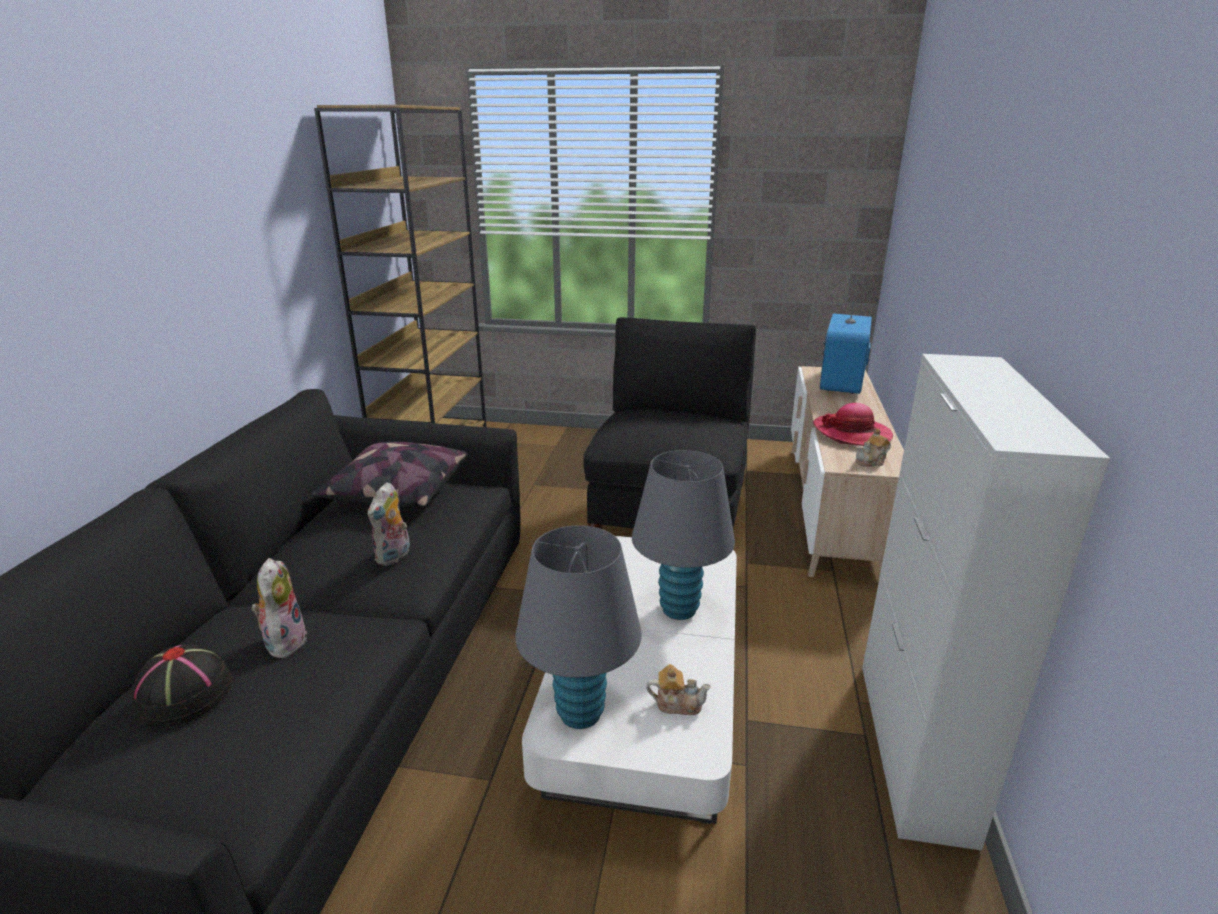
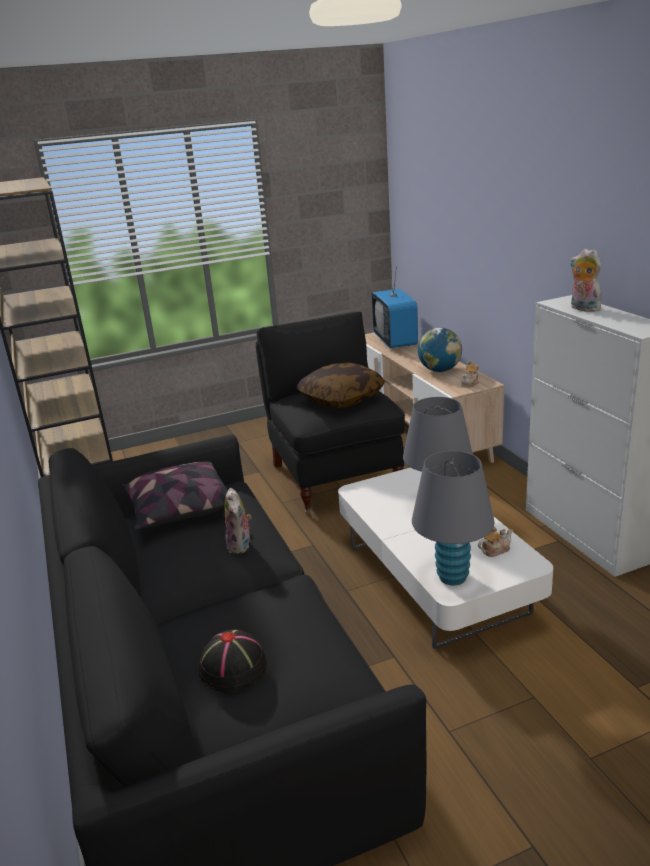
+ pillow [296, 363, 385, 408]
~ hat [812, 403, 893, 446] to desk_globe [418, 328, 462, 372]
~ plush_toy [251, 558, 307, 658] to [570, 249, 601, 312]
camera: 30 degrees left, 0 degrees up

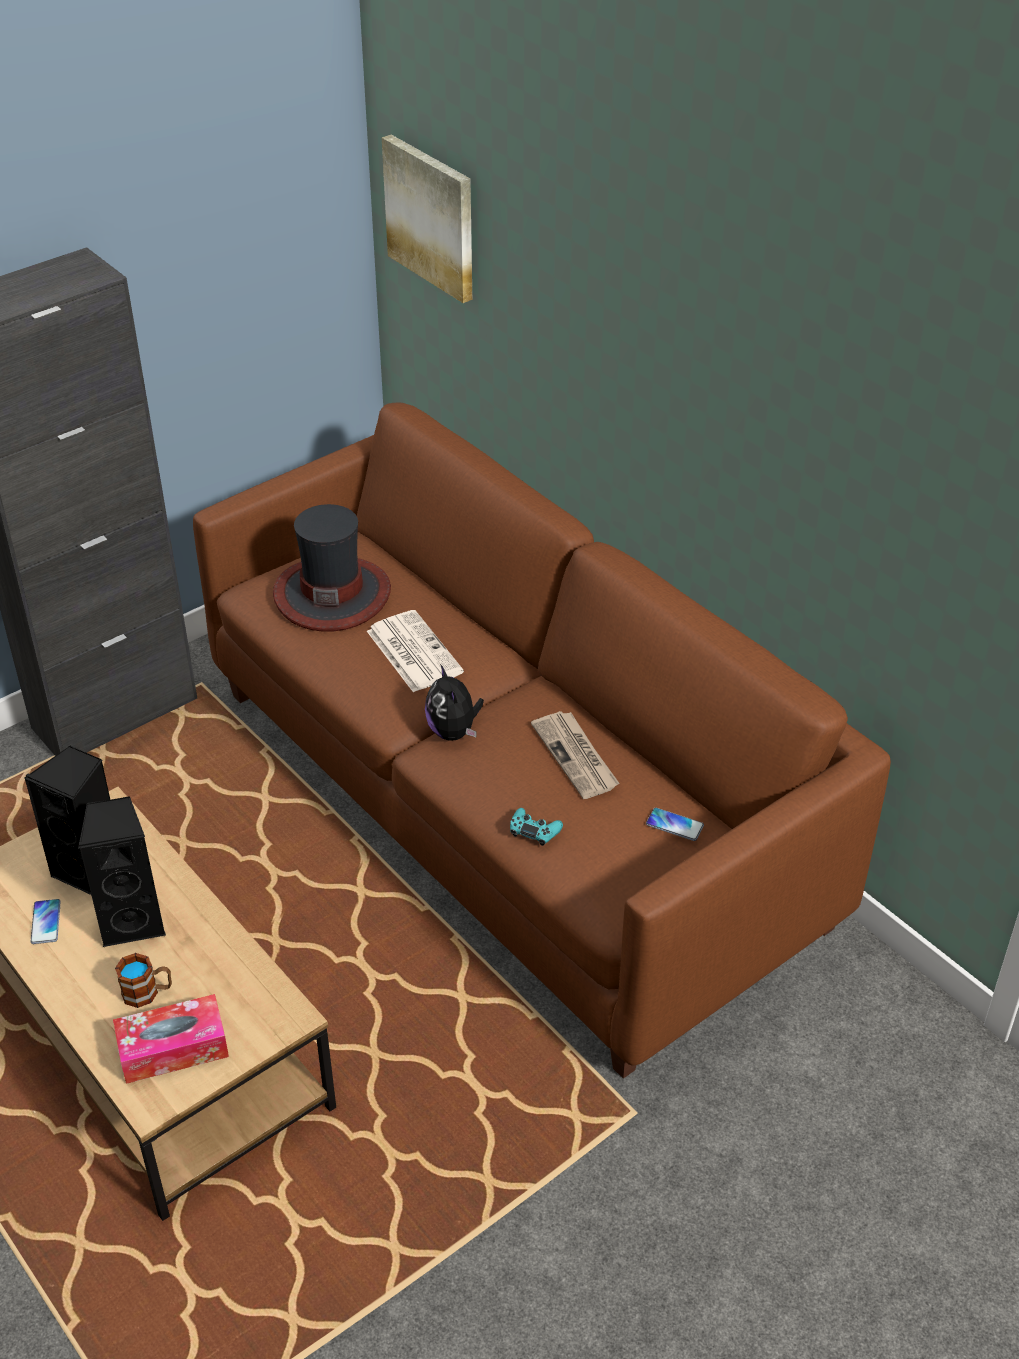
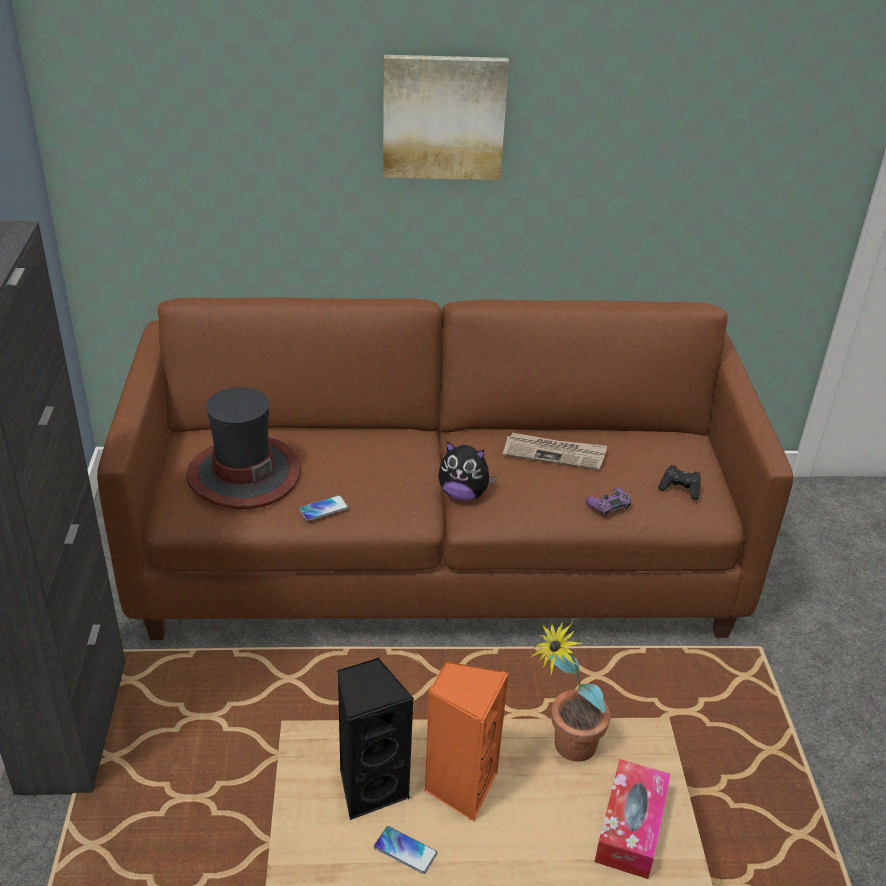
~ telephone [646, 808, 704, 841] to [299, 495, 349, 521]
~ picture [382, 135, 472, 303] to [383, 55, 509, 180]
~ black_loudspeaker [78, 796, 166, 947] to orange_loudspeaker [424, 660, 509, 821]
+ potted_plant [531, 620, 610, 762]
~ turquoise_game_controller [510, 808, 563, 846] to purplish_game_controller [585, 487, 631, 517]
+ black_game_controller [658, 465, 701, 500]
- tea_mug [115, 953, 172, 1008]
- daily_paper [367, 610, 464, 693]
camera: 55 degrees left, 5 degrees down

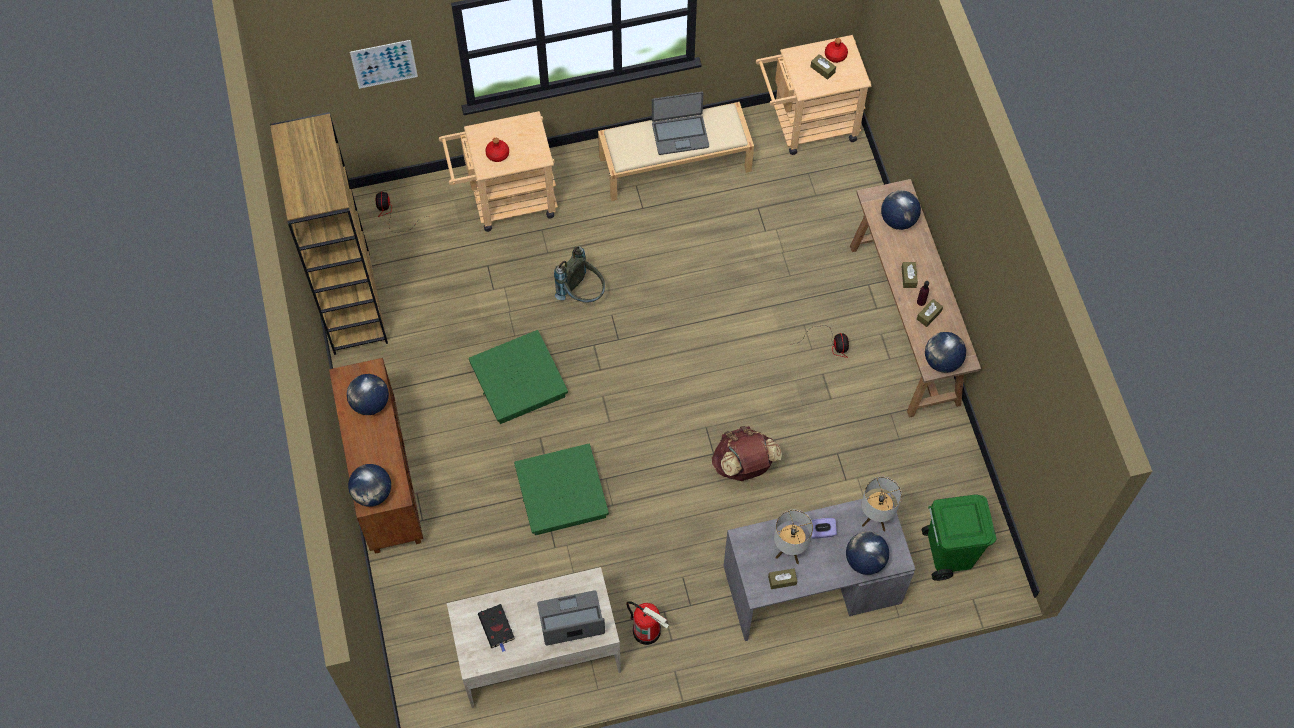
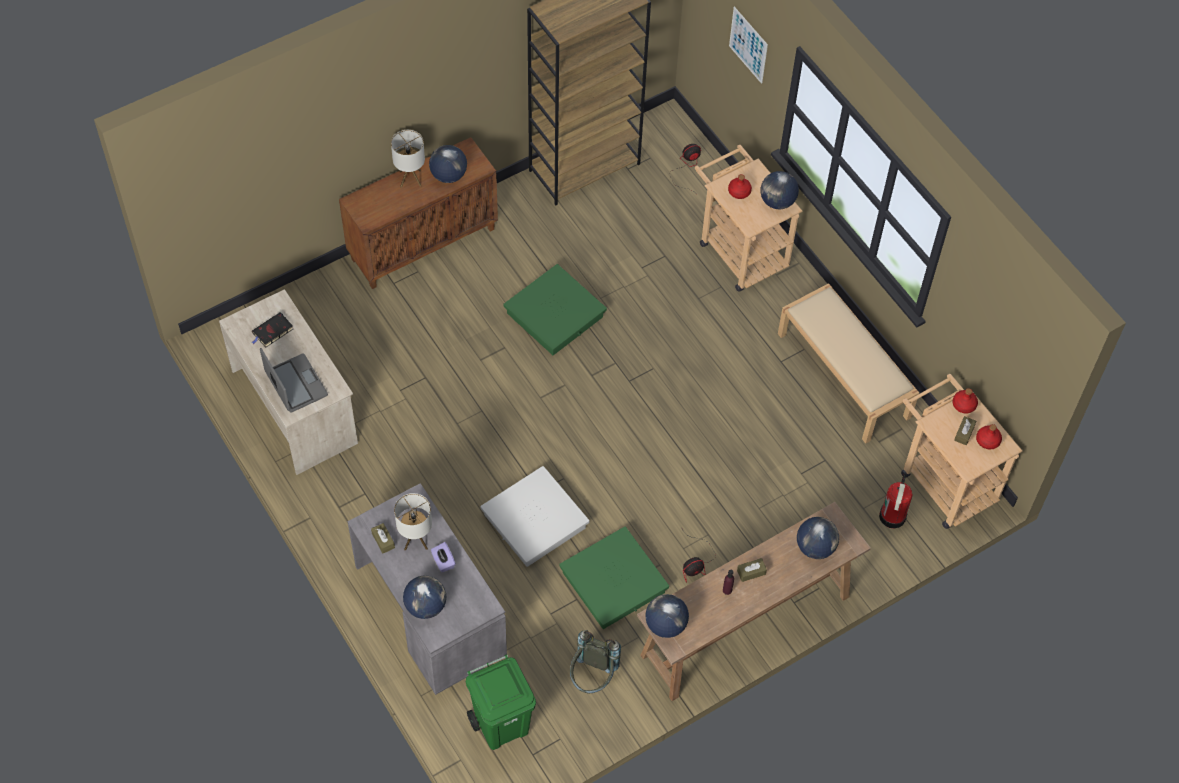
~ tabletop_lamp [862, 477, 902, 531] to [391, 130, 425, 188]
~ brown-coloured_rucksack [712, 426, 782, 481] to whitish_storage_bin [480, 466, 589, 567]
~ green_storage_bin [514, 444, 609, 535] to [559, 526, 669, 629]
~ gray_rucksack [554, 246, 605, 302] to [570, 630, 621, 693]
~ desk_globe [348, 464, 391, 507] to [761, 171, 799, 209]
~ extinguisher [626, 601, 669, 645] to [879, 474, 913, 528]
+ red-coloured_drink_bottle [953, 388, 978, 413]
- laptop [652, 92, 709, 155]
- brown-coloured_tissue_holder [917, 299, 943, 327]
camera: 70 degrees right, 5 degrees down

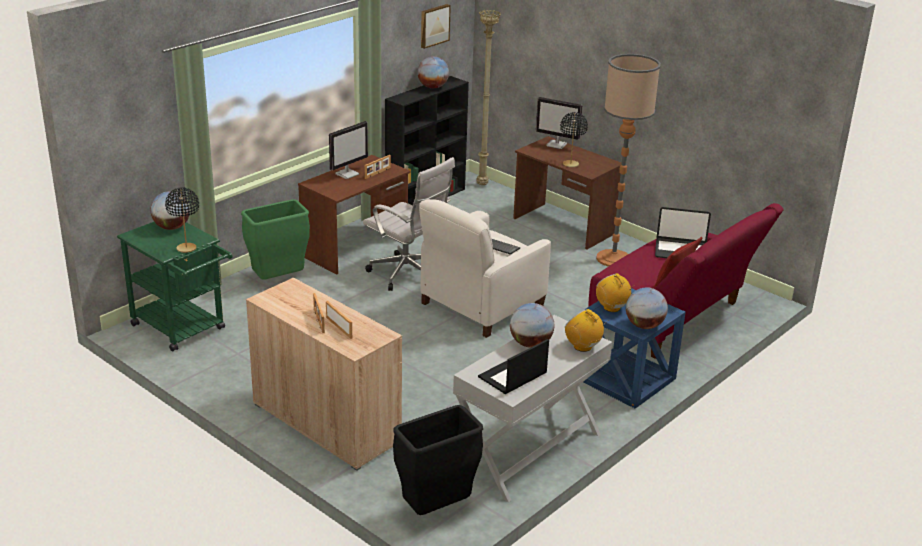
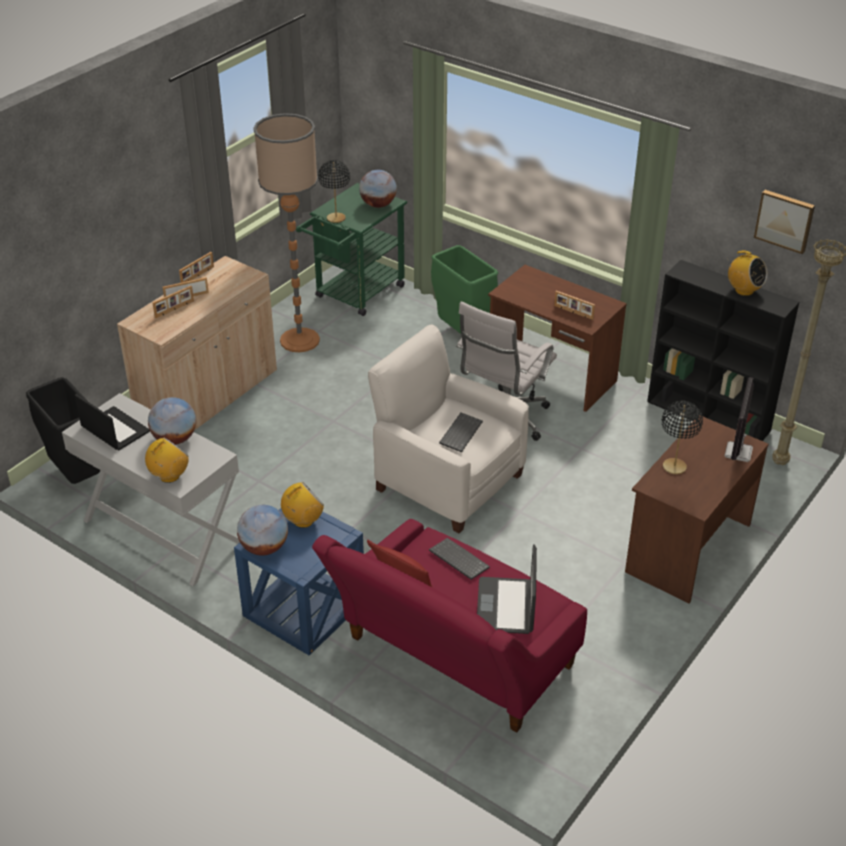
+ standing_frame [179, 252, 214, 283]
~ standing_lamp [596, 54, 661, 266] to [253, 113, 320, 352]
+ PC_keyboard [429, 538, 490, 580]
~ desk_globe [417, 56, 449, 88] to radio_receiver [727, 250, 767, 296]
- monitor [329, 121, 368, 179]
camera: 85 degrees right, 10 degrees up

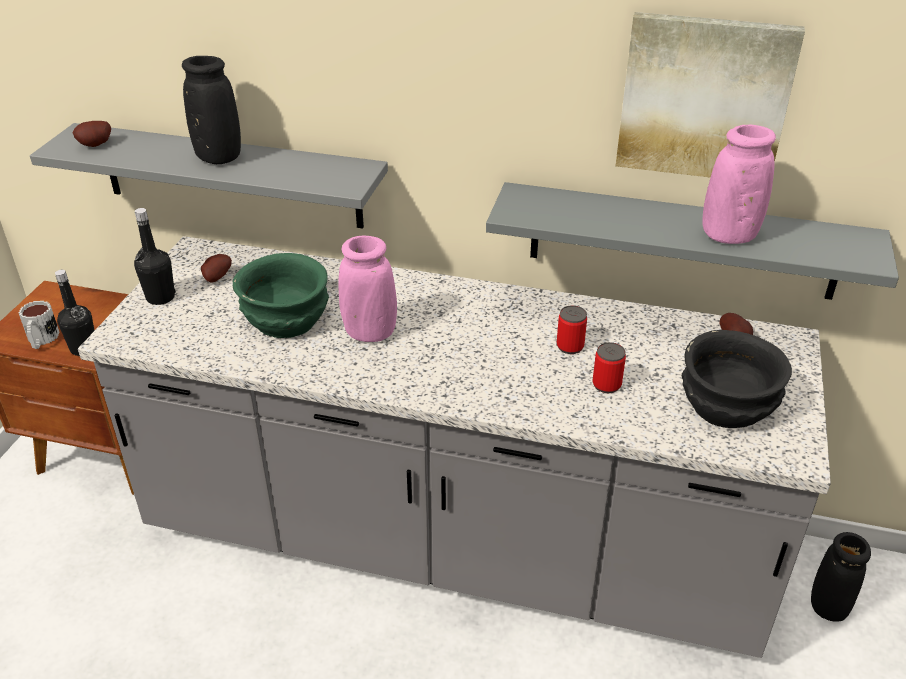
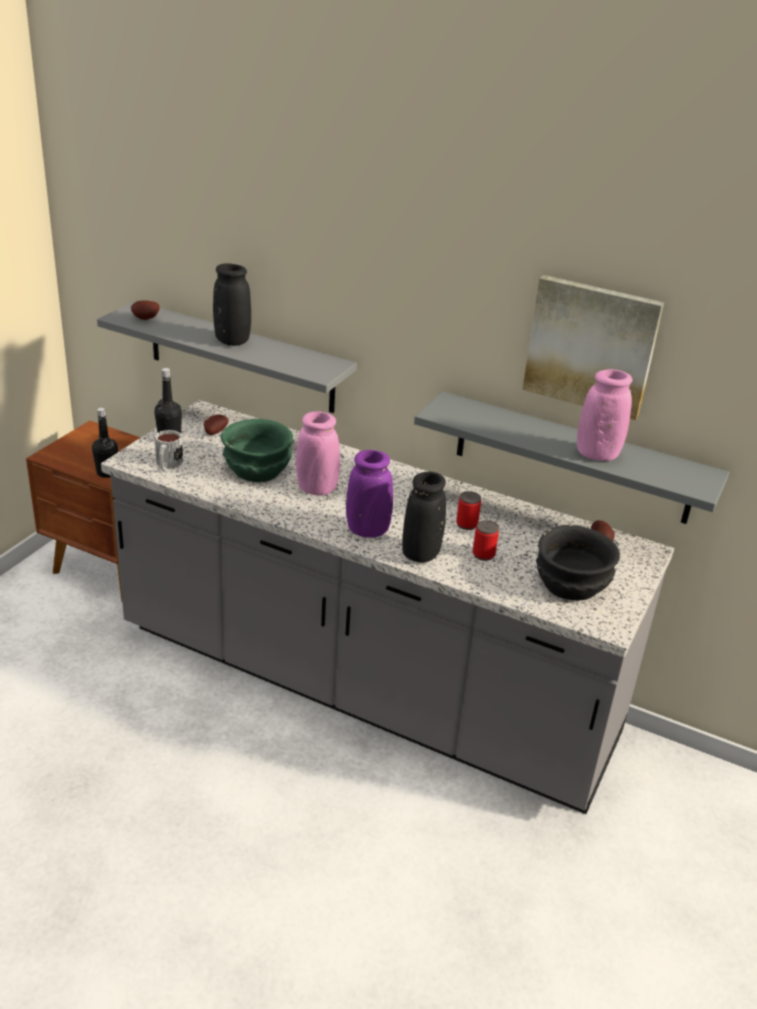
~ tea_mug [19, 301, 60, 349] to [155, 430, 183, 471]
+ purplish_decorative_vase [346, 450, 393, 537]
~ black_decorative_vase [811, 532, 871, 622] to [402, 472, 446, 563]
camera: 10 degrees right, 5 degrees down

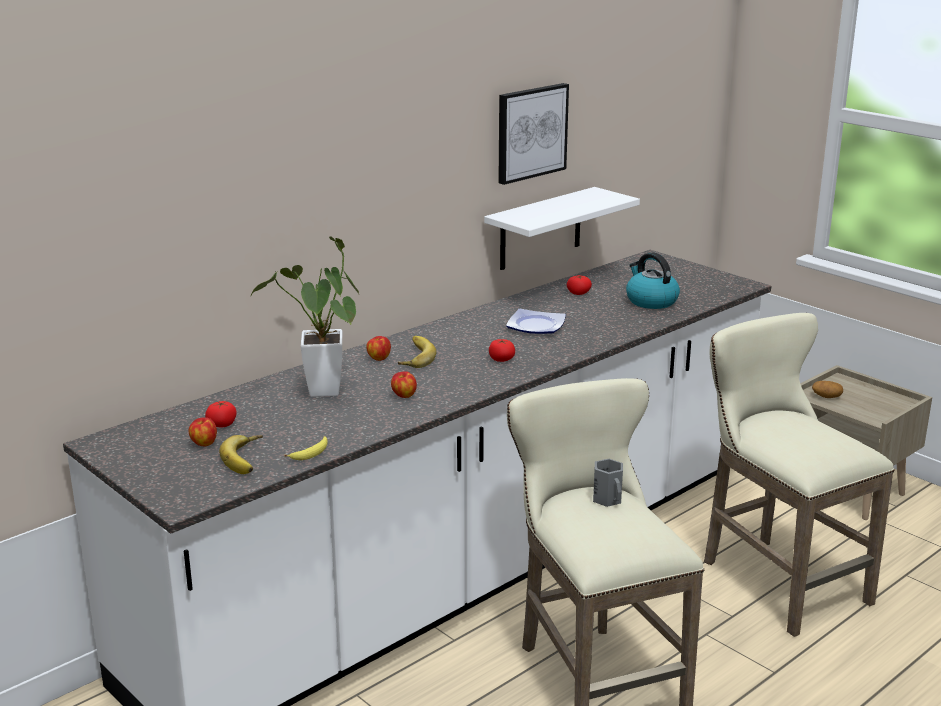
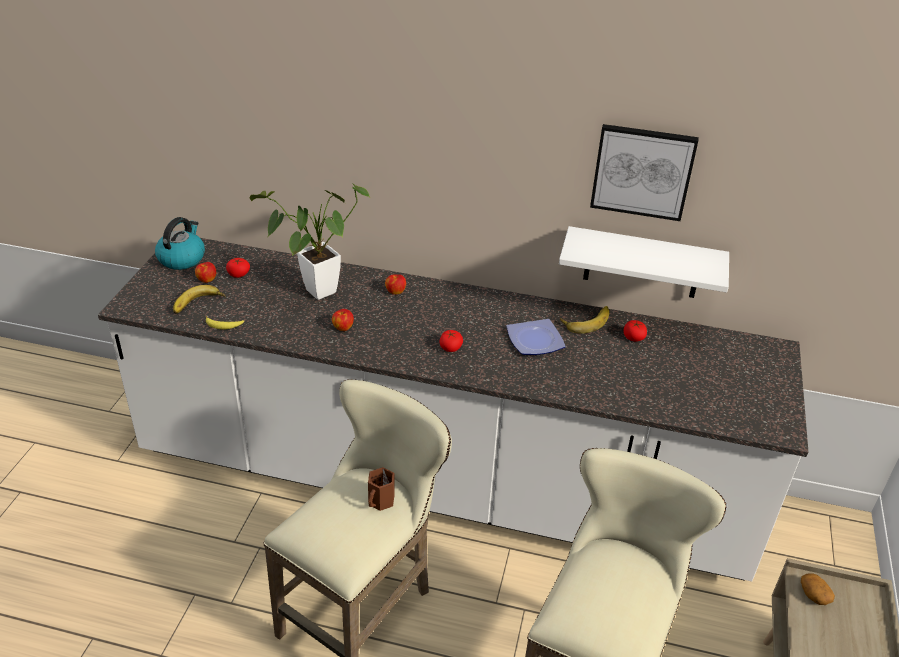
~ kettle [626, 252, 680, 309] to [155, 217, 205, 270]
~ gray_tea_mug [593, 459, 623, 507] to brown-coloured_tea_mug [368, 467, 395, 511]
~ banana_fruit [398, 336, 437, 368] to [560, 306, 609, 334]
camera: 55 degrees right, 15 degrees up

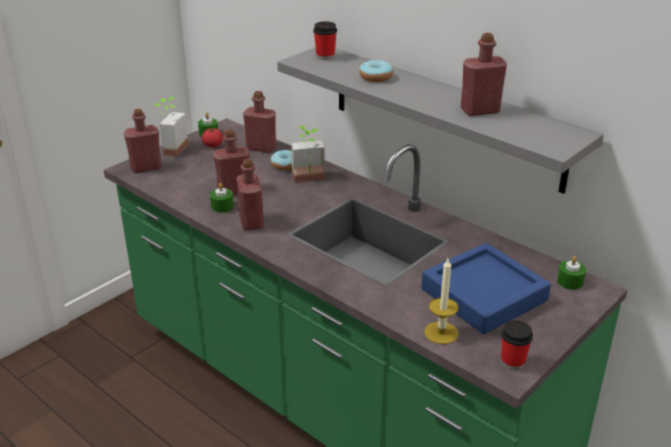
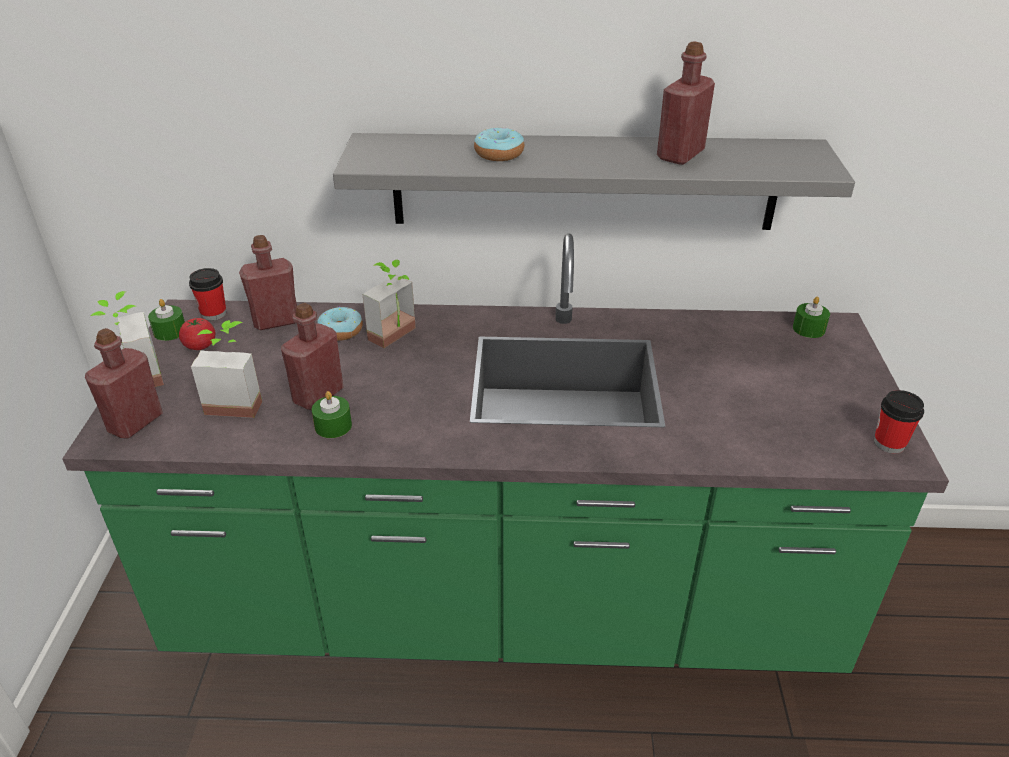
~ cup [313, 21, 337, 60] to [189, 268, 226, 321]
+ potted_plant [191, 320, 262, 418]
- red-coloured_drink_bottle [236, 158, 264, 230]
- blue_carrying_tray [421, 243, 551, 334]
- candle [424, 259, 459, 344]
camera: 40 degrees left, 5 degrees up

